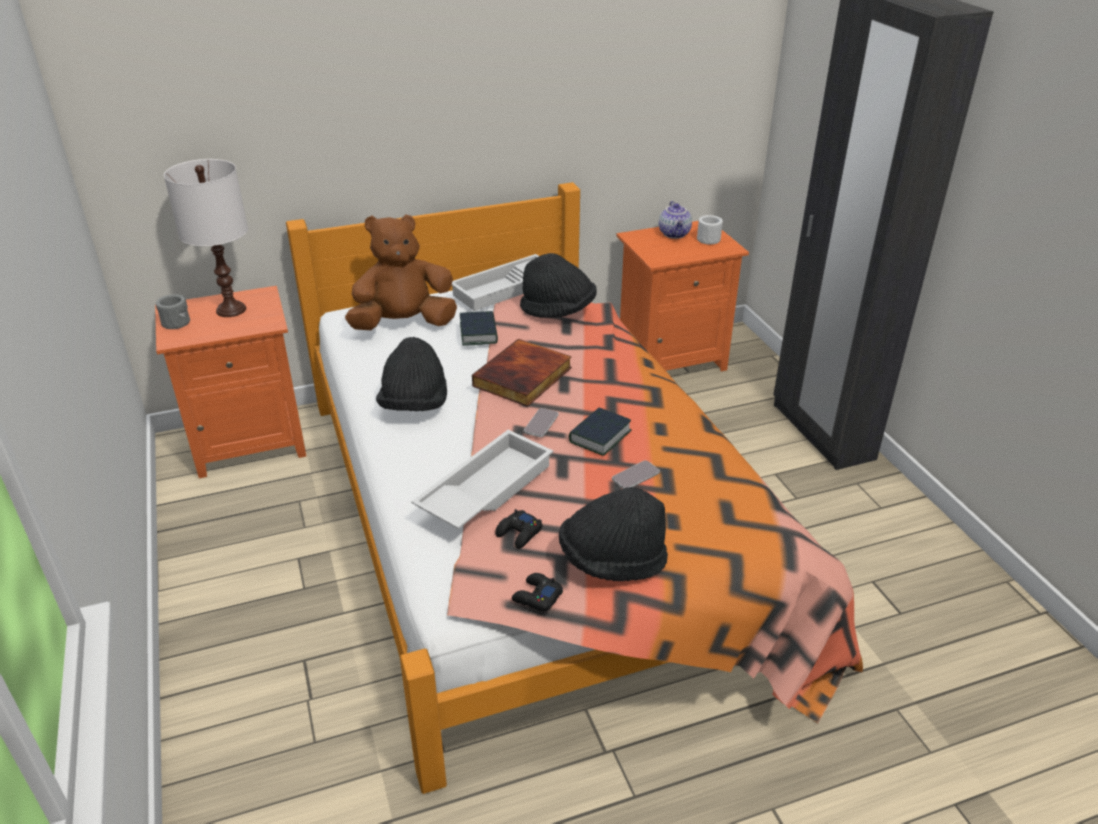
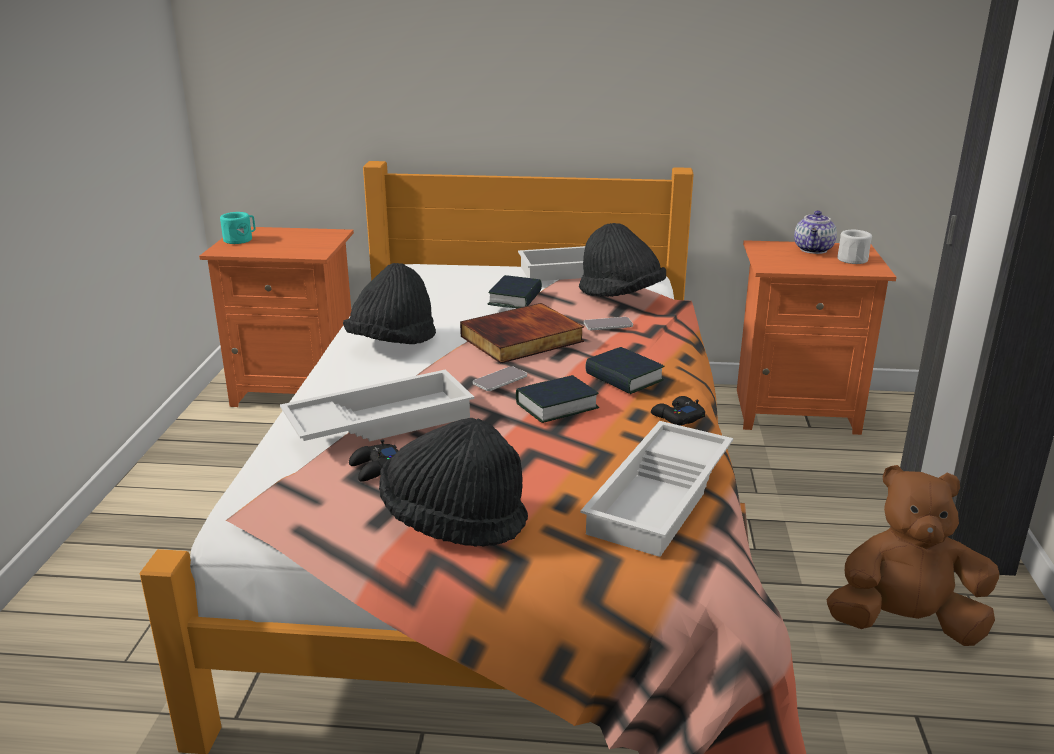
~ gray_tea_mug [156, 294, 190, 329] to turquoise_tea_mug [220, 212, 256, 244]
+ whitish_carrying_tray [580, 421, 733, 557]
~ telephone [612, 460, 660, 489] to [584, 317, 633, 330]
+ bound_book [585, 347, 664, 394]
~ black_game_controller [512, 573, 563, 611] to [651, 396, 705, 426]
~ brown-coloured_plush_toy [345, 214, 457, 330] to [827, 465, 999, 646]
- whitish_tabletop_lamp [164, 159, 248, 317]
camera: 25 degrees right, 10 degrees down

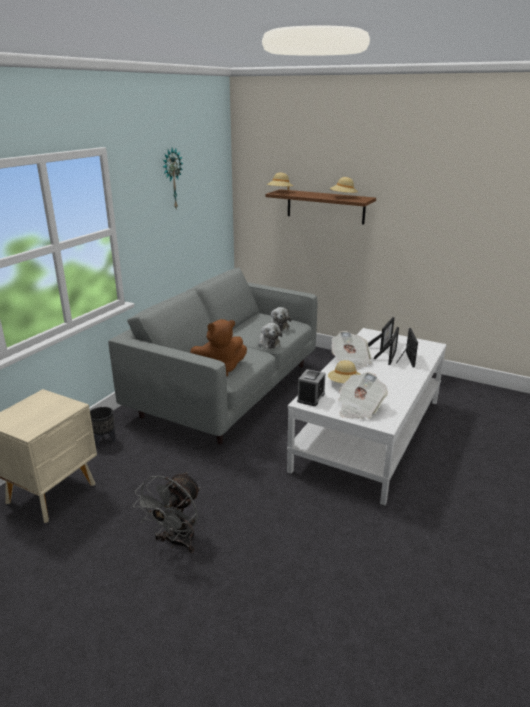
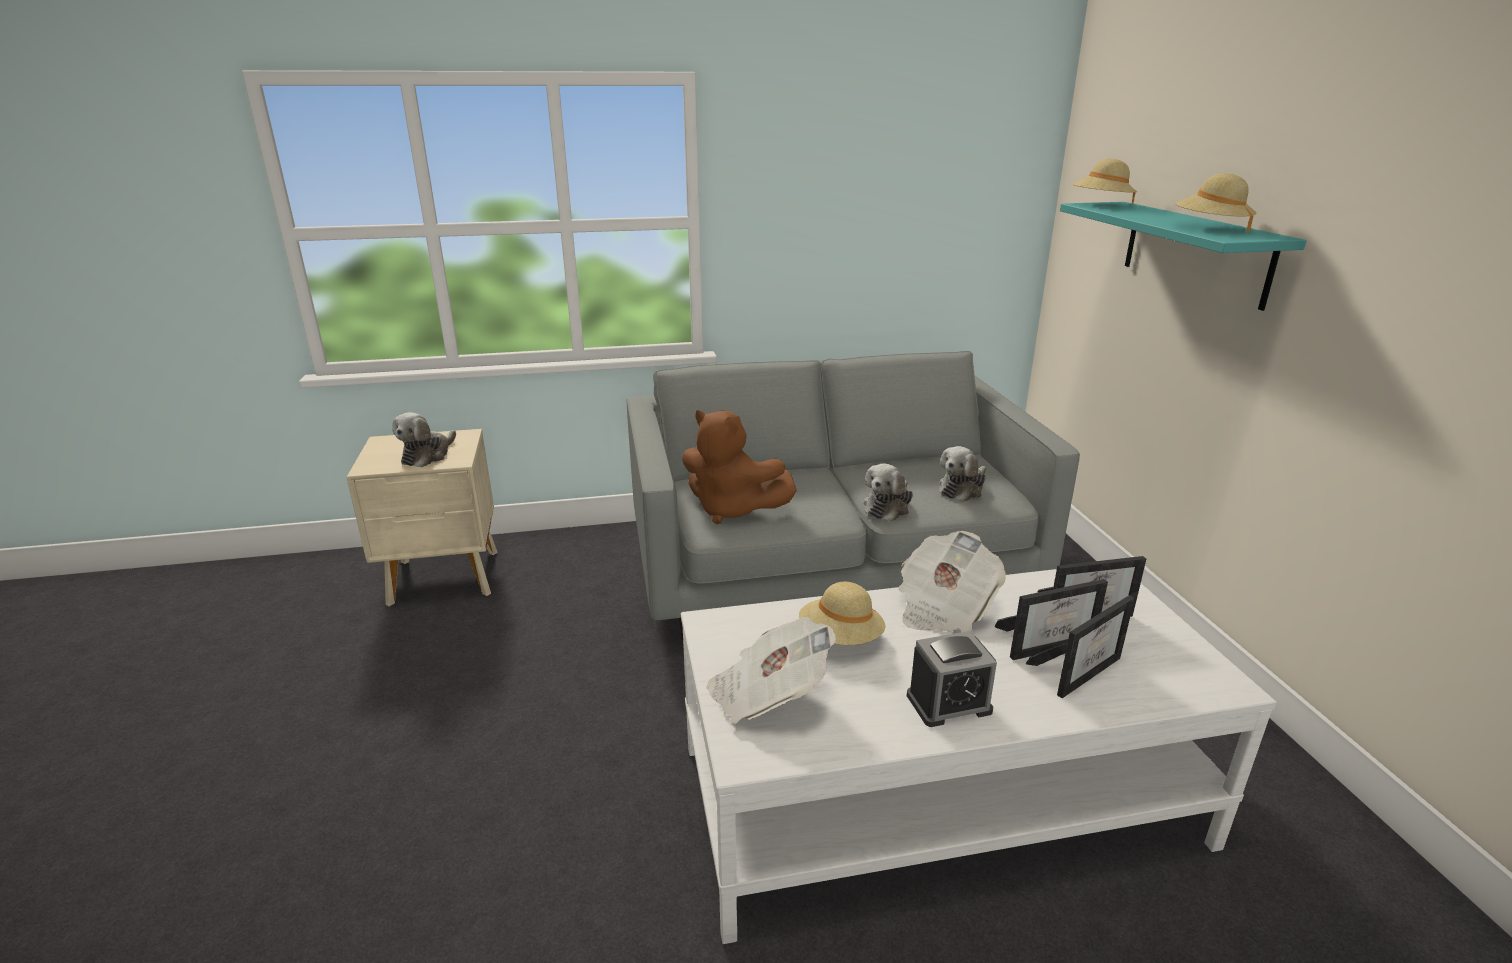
+ plush_toy [392, 412, 456, 467]
~ alarm_clock [297, 369, 326, 406] to [907, 631, 997, 727]
~ brown-coloured_wall_shelf [266, 189, 376, 224] to turquoise_wall_shelf [1060, 202, 1307, 311]
- black_flower_pot [90, 407, 116, 447]
- gray_fan [133, 472, 201, 553]
- clock_on_the_wall [163, 148, 183, 208]
camera: 50 degrees right, 0 degrees up

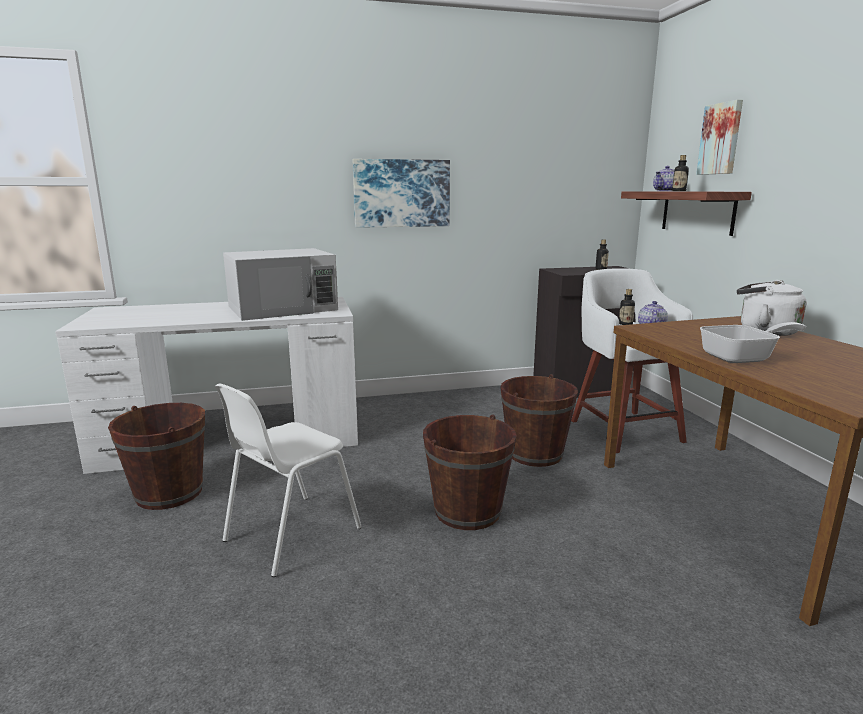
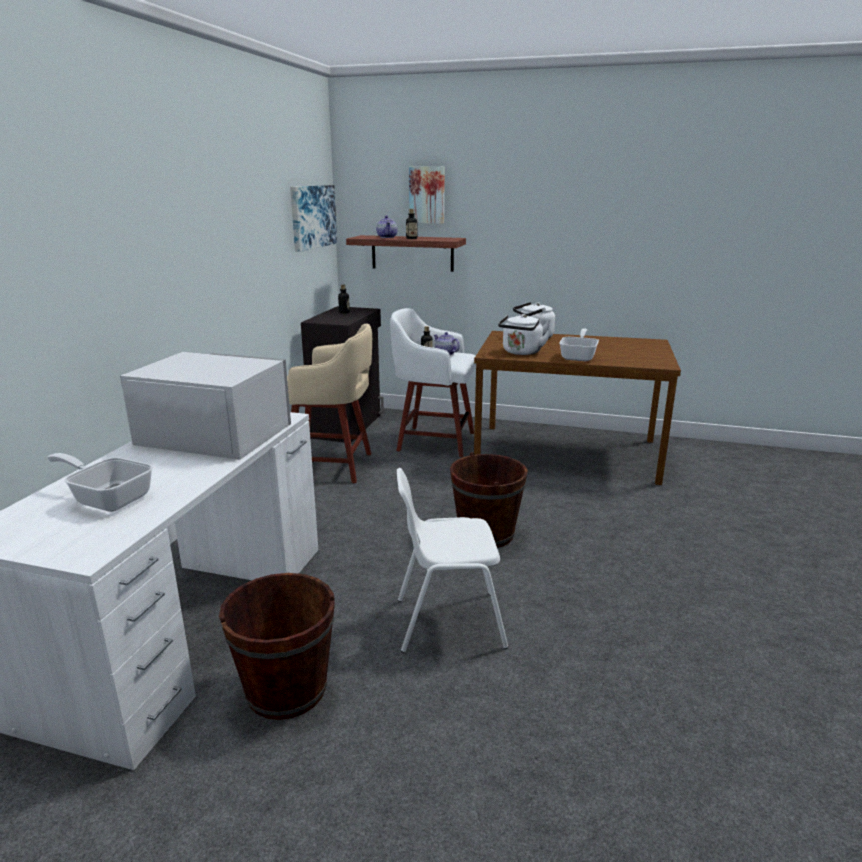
+ frying_pan [47, 453, 153, 511]
~ whitish_microwave_oven [223, 248, 338, 321] = [120, 352, 291, 460] 75 degrees counterclockwise
+ beige-coloured_stool [287, 323, 372, 483]
~ picture [353, 159, 450, 228] to [290, 185, 337, 252]
~ whitish_upright_chair [215, 383, 362, 577] = [397, 468, 508, 653] 105 degrees clockwise
+ whitish_kettle [498, 314, 550, 355]
- brown-coloured_pail [501, 374, 578, 467]
camera: 60 degrees left, 5 degrees up

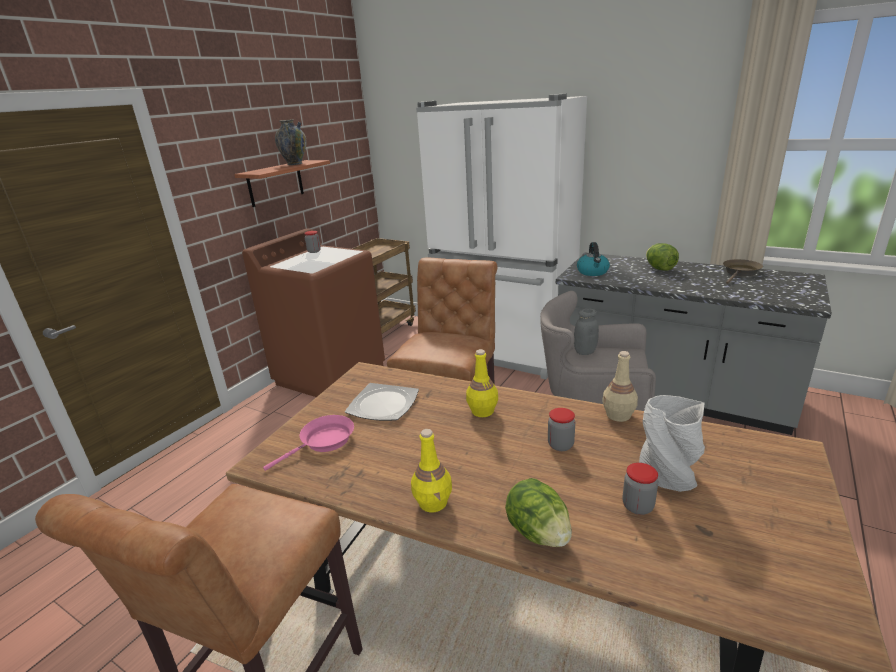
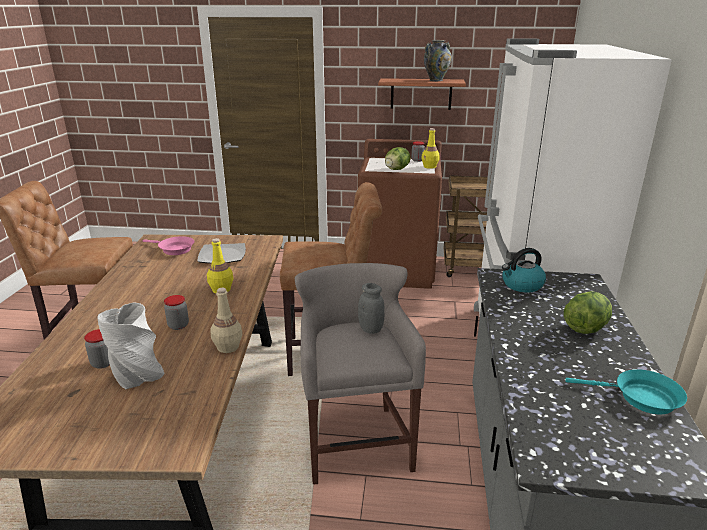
~ lettuce [505, 478, 572, 547] to [385, 147, 411, 170]
~ yellowish_drink_bottle [411, 429, 452, 512] to [421, 128, 440, 169]
~ brown-coloured_frying_pan [723, 259, 763, 284] to turquoise_frying_pan [565, 369, 687, 414]
camera: 65 degrees right, 0 degrees up

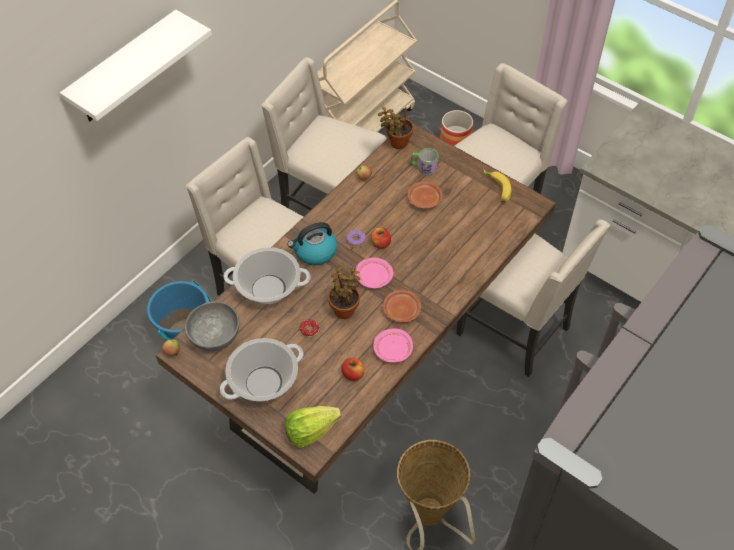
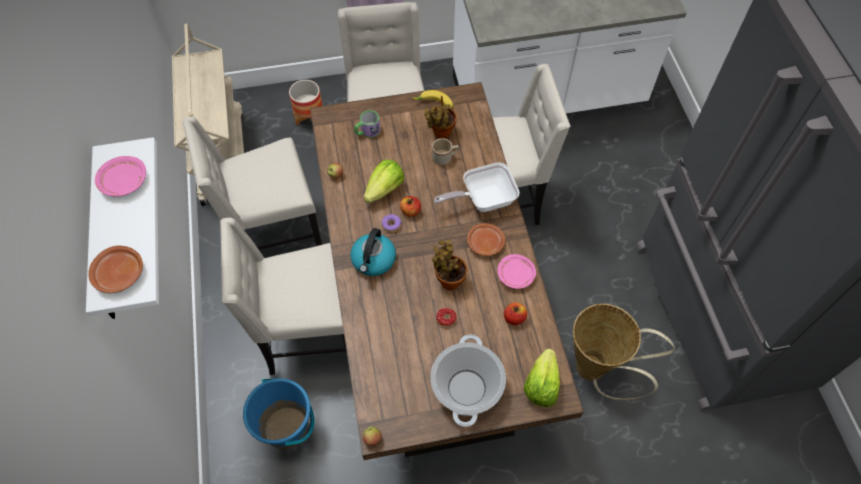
~ brown-coloured_flat_dish [407, 181, 443, 209] to [88, 246, 143, 293]
~ pink_flat_dish [355, 257, 393, 289] to [95, 156, 146, 197]
+ lettuce [364, 159, 404, 203]
~ potted_plant [378, 106, 414, 149] to [424, 96, 457, 139]
+ beige-coloured_tea_mug [432, 138, 459, 165]
+ frying_pan [434, 162, 520, 212]
- gray_deep_dish [185, 301, 239, 352]
- saucepot [224, 247, 311, 304]
camera: 50 degrees left, 5 degrees up

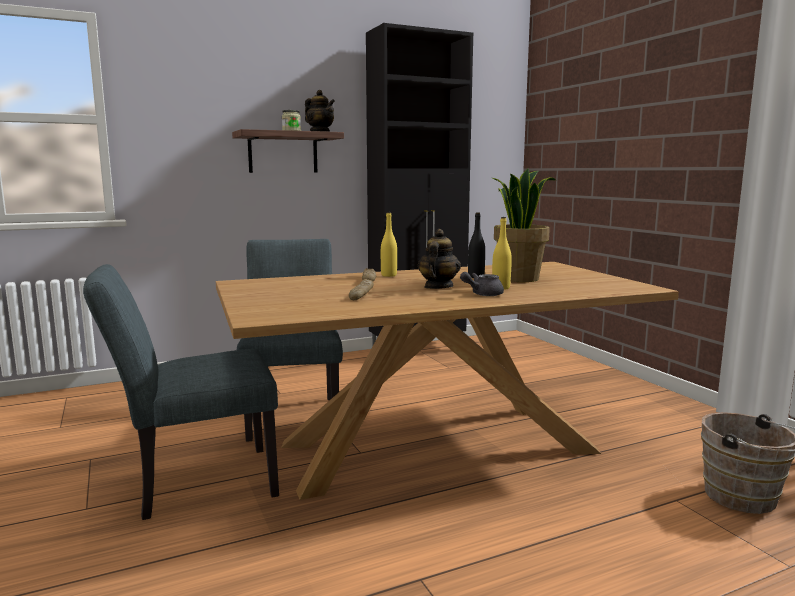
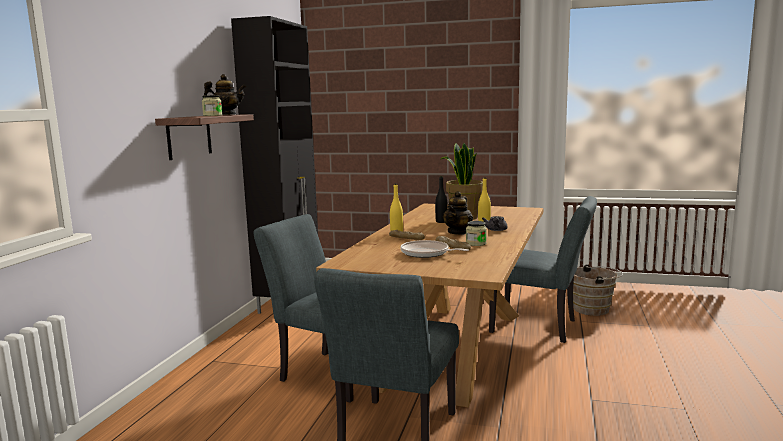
+ frying_pan [400, 240, 469, 258]
~ teapot [418, 229, 461, 289] = [443, 191, 473, 235] 120 degrees counterclockwise
+ jar [466, 221, 487, 246]
+ gray_upright_chair [489, 196, 597, 343]
camera: 50 degrees left, 0 degrees up

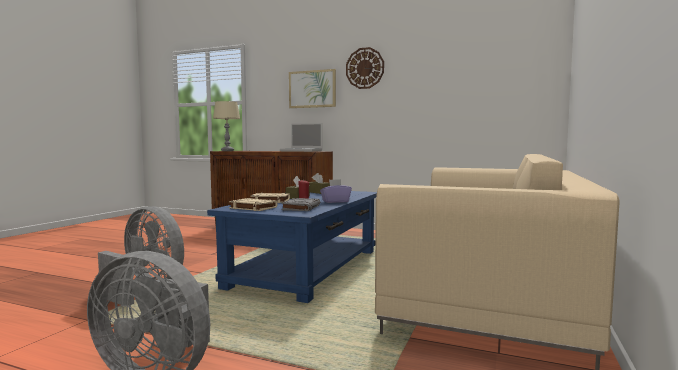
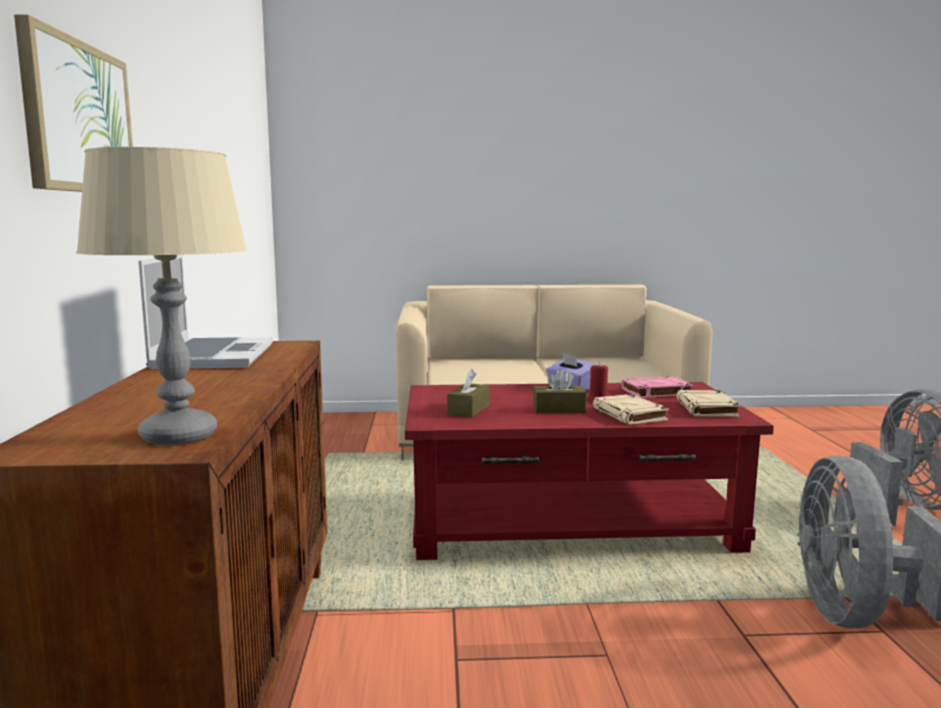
~ blue_lounge_table [207, 191, 377, 303] to red-coloured_lounge_table [405, 382, 774, 560]
~ gray_bound_book [282, 198, 320, 211] to pink_bound_book [621, 376, 693, 398]
- clock_on_the_wall [346, 47, 384, 89]
camera: 115 degrees left, 5 degrees up

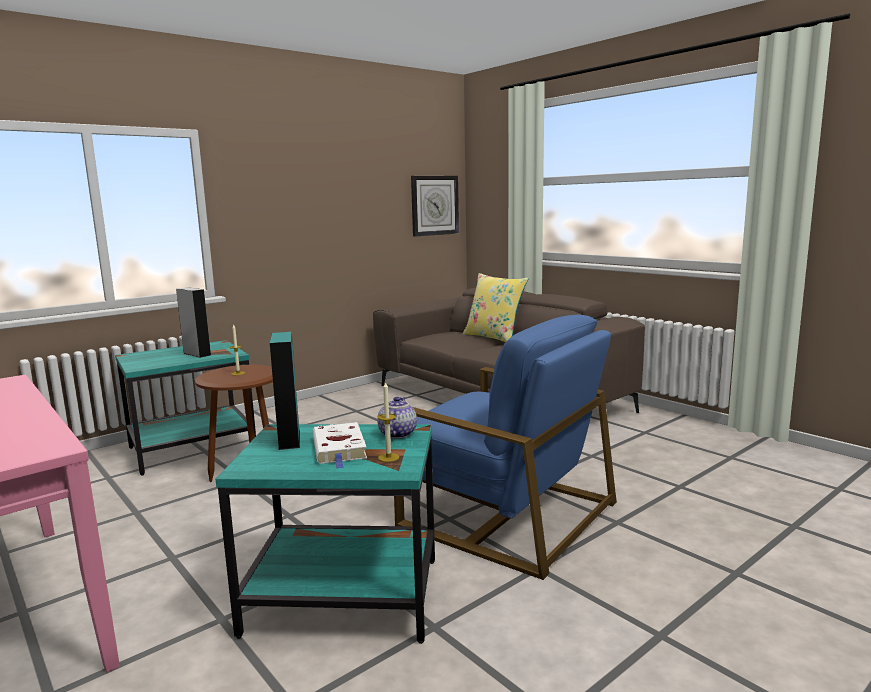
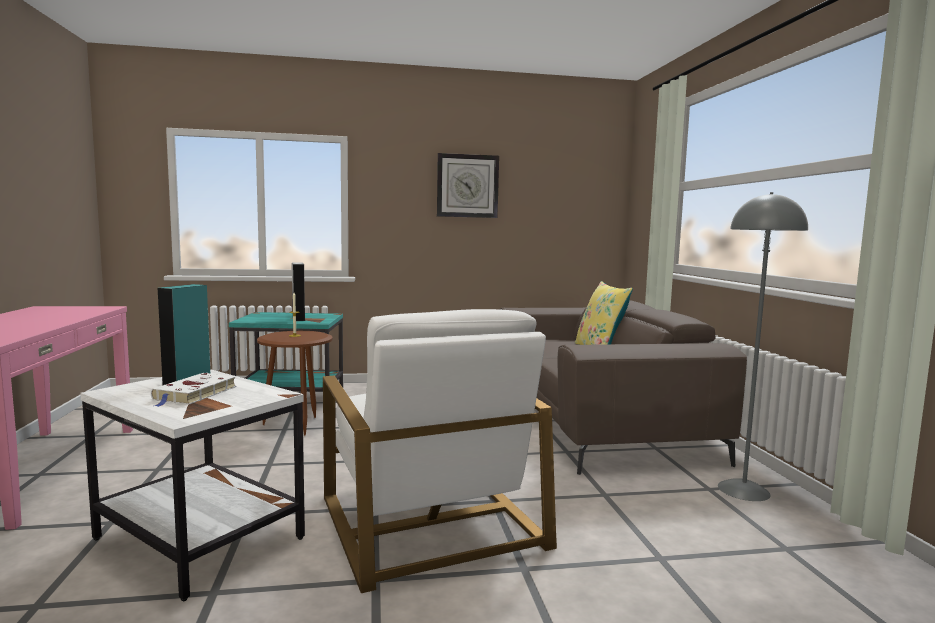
~ turquoise_end_table [216, 424, 435, 644] to whitish_end_table [80, 369, 305, 601]
~ blue_easy_chair [394, 315, 617, 580] to whitish_easy_chair [323, 309, 557, 593]
~ clock_on_the_wall [411, 176, 459, 236] to [437, 153, 499, 218]
+ gray_standing_lamp [718, 192, 808, 501]
- teapot [377, 397, 417, 439]
- candle [378, 382, 399, 462]
camera: 30 degrees right, 5 degrees down

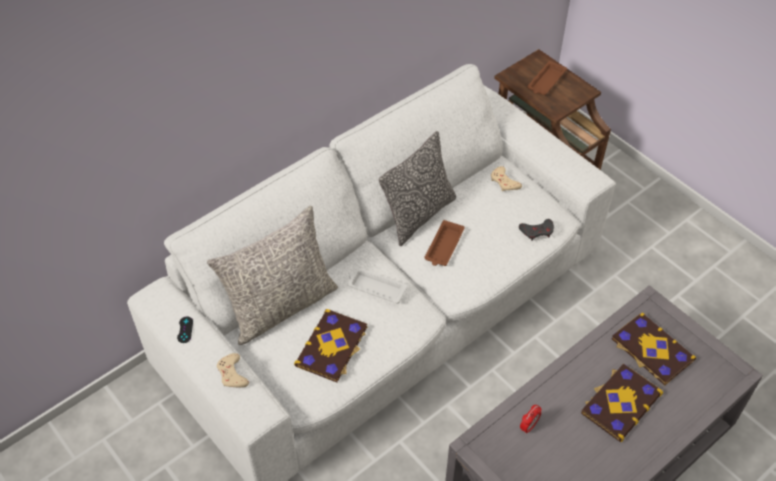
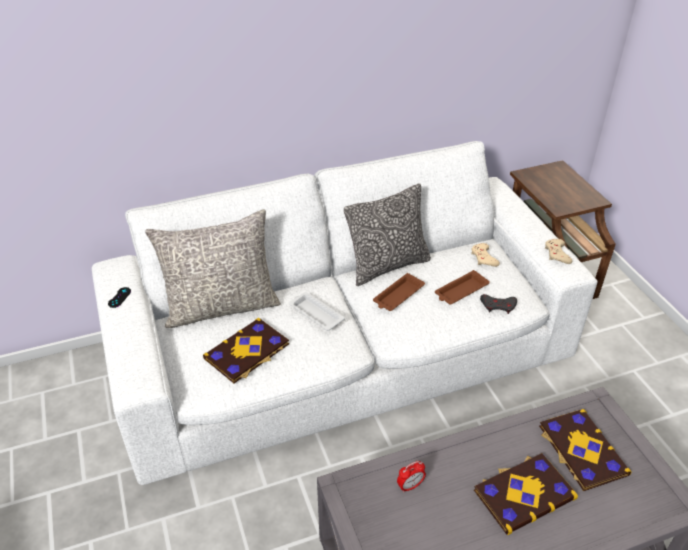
~ brown-coloured_carrying_tray [527, 61, 567, 95] to [435, 270, 490, 305]
~ beige-coloured_game_controller [217, 353, 249, 387] to [545, 239, 572, 264]
camera: 20 degrees right, 10 degrees down

